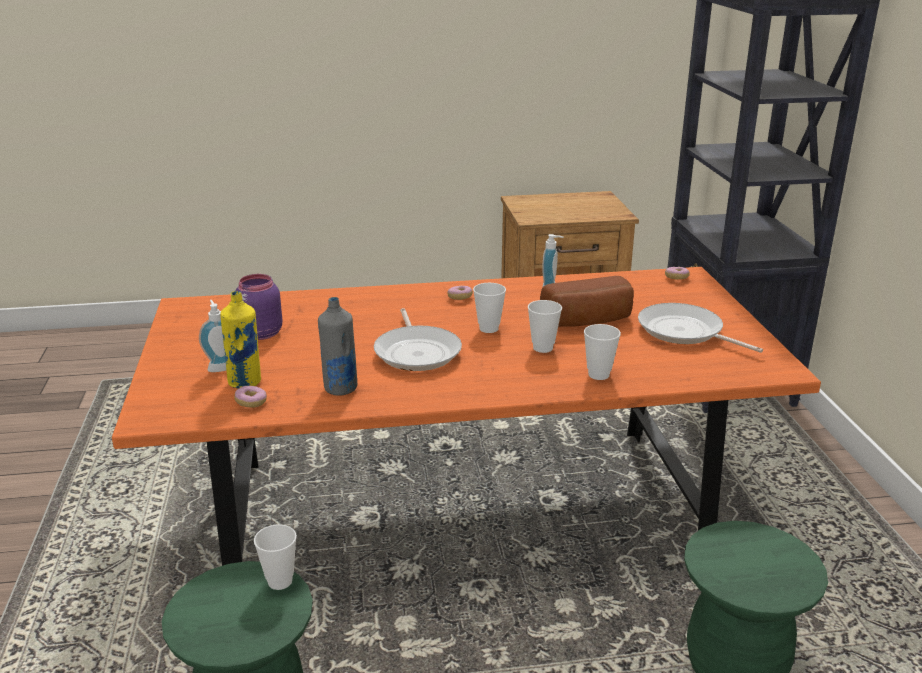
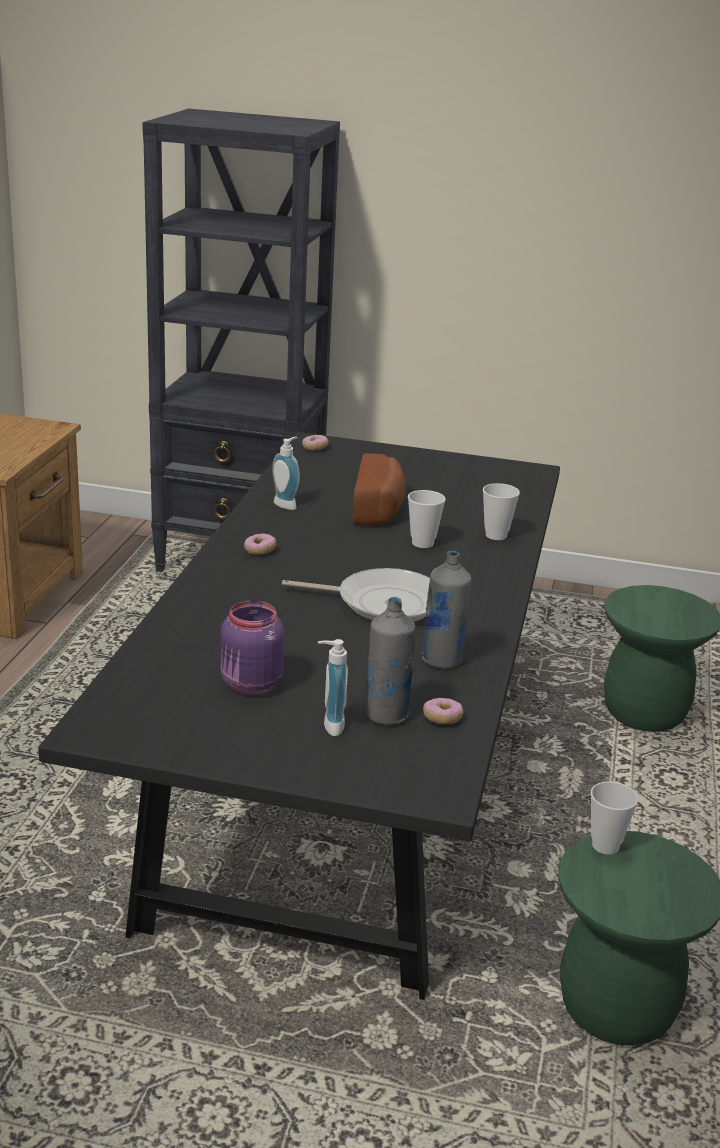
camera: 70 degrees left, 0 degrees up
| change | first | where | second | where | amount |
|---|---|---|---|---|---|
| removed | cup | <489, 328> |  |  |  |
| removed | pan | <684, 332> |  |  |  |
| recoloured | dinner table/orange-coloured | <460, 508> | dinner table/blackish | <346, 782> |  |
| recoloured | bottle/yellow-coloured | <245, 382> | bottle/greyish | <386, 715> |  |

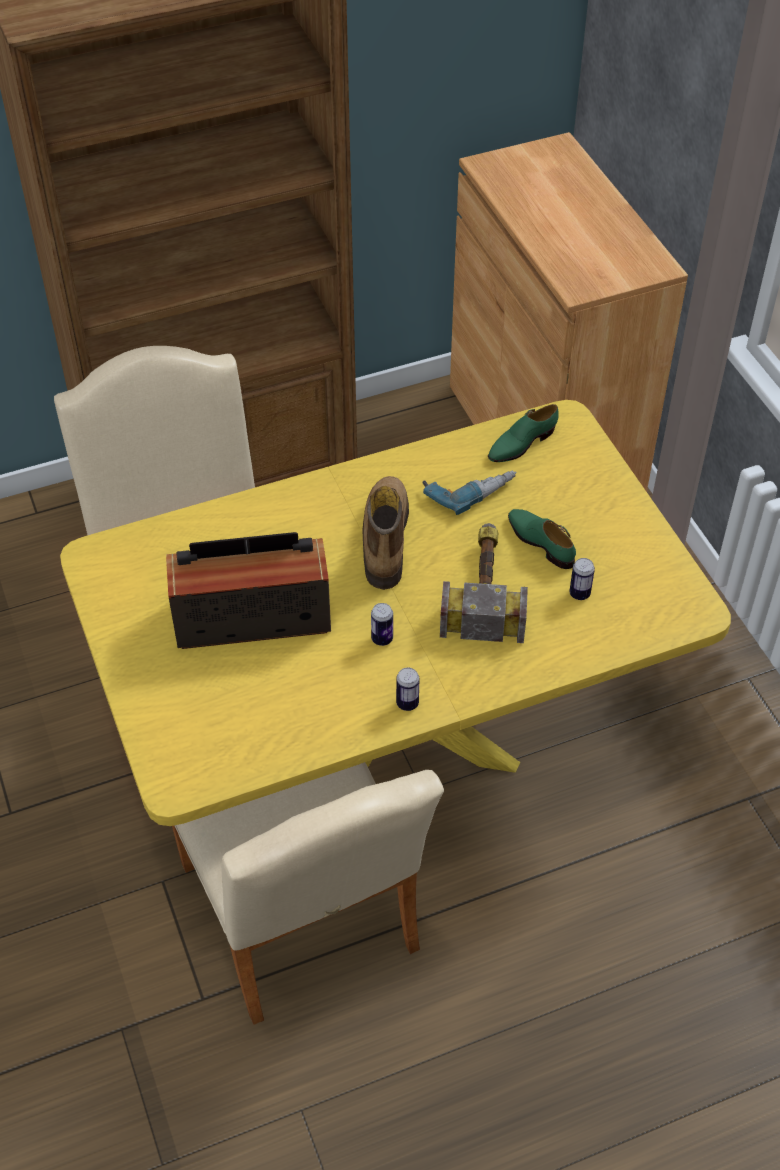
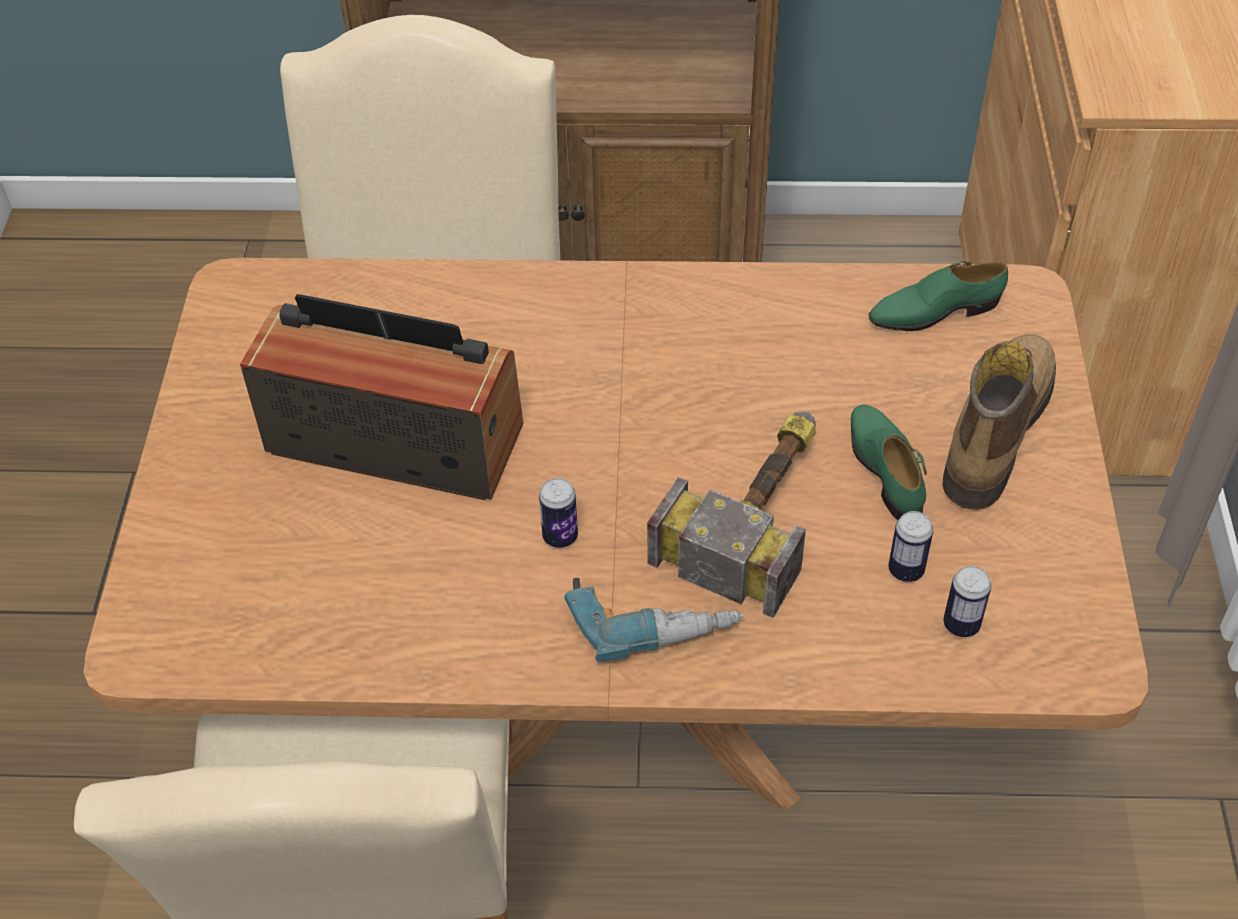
camera: 25 degrees right, 0 degrees up
| change | first | where | second | where | amount |
|---|---|---|---|---|---|
| moved | tall boot | <384, 539> |  | <994, 431> |  |
| moved | sealed can | <407, 703> |  | <961, 624> |  |
| moved | power drill | <468, 489> |  | <653, 617> |  |
| recoloured | dinner table/yellow-coloured | <390, 745> | dinner table/brownish | <625, 704> |  |

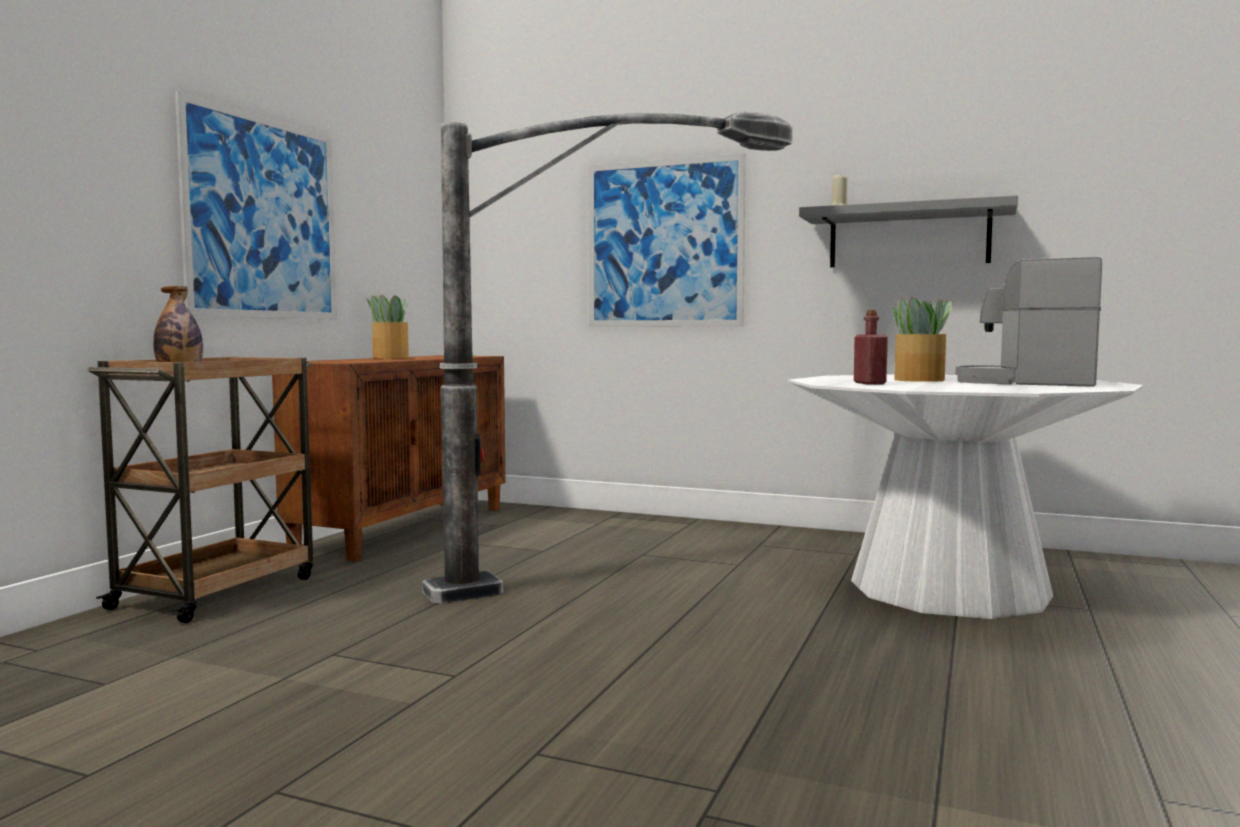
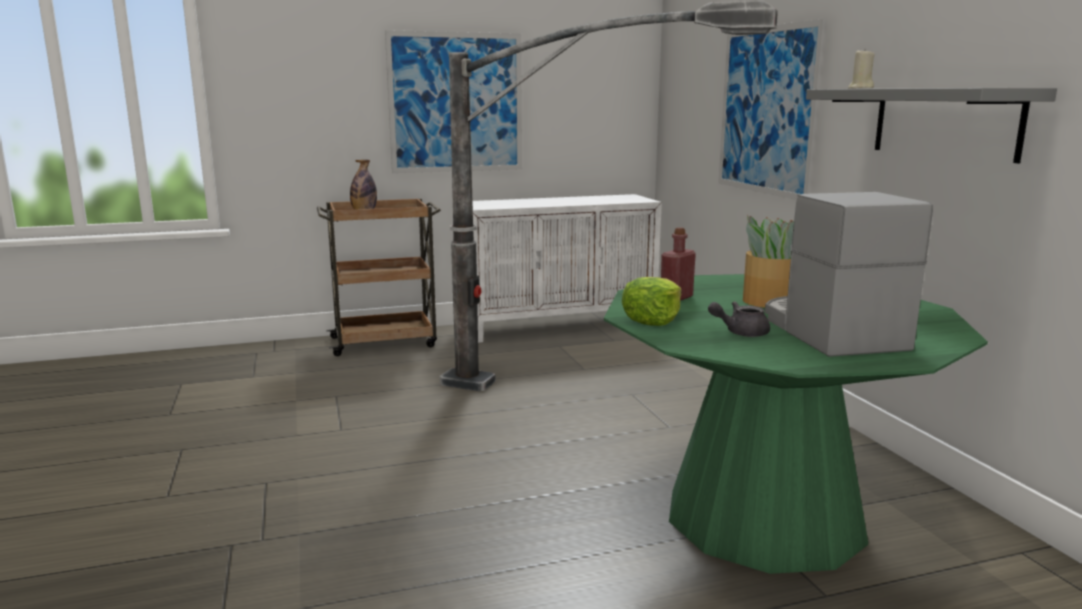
camera: 50 degrees right, 10 degrees up
| change | first | where | second | where | amount |
|---|---|---|---|---|---|
| removed | plant in a pot | <390, 358> |  |  |  |
| added |  |  | lettuce head | <652, 320> |  |
| added |  |  | tea pot/greyish | <740, 332> |  |
| recoloured | cabinet/brownish | <404, 528> | cabinet/whitish | <558, 326> |  |
| recoloured | dinner table/whitish | <948, 588> | dinner table/green-coloured | <763, 516> |  |

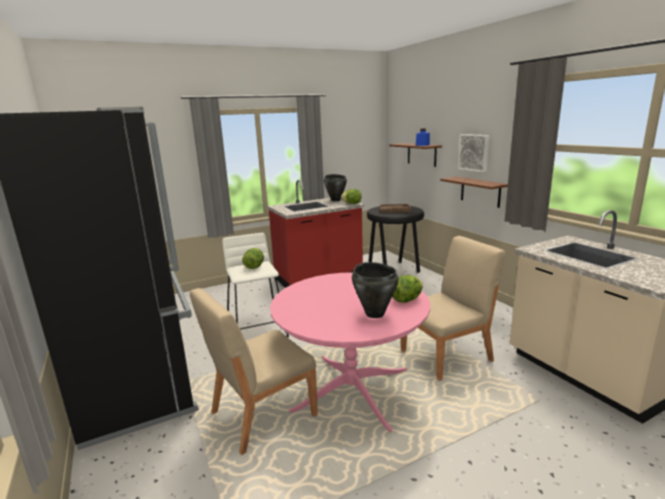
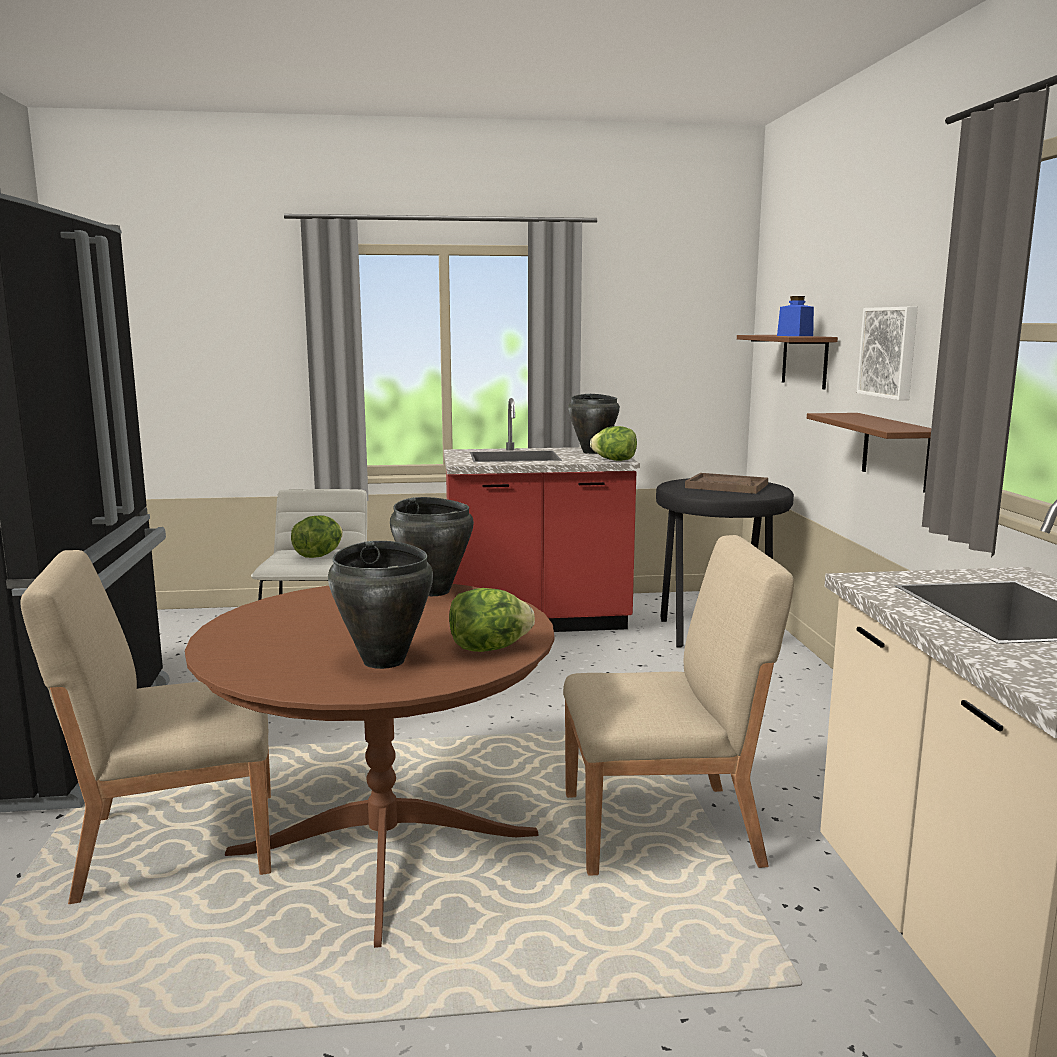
camera: 20 degrees right, 5 degrees down
| change | first | where | second | where | amount |
|---|---|---|---|---|---|
| added |  |  | cooking pot/blackish | <433, 591> |  |
| recoloured | dinner table/pink-coloured | <352, 390> | dinner table/brownish | <383, 847> |  |

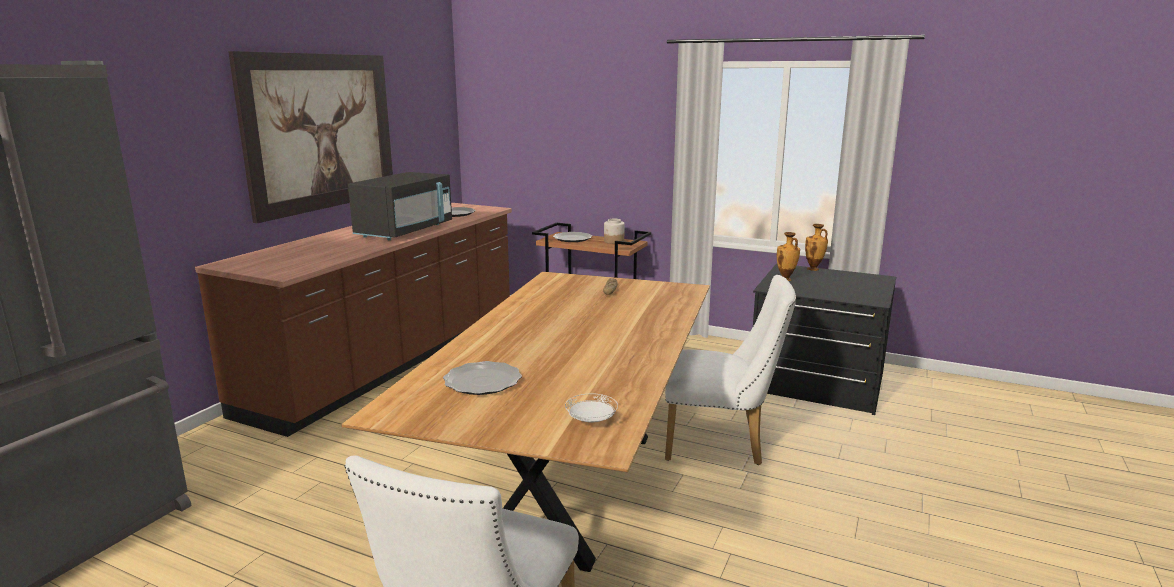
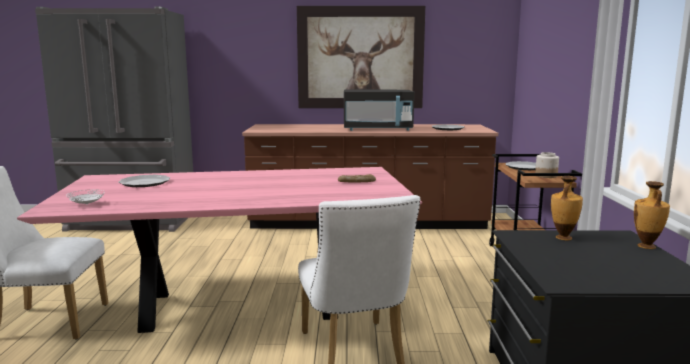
camera: 65 degrees right, 5 degrees down
| change | first | where | second | where | amount |
|---|---|---|---|---|---|
| recoloured | dinner table/brownish | <572, 486> | dinner table/pink-coloured | <240, 306> |  |

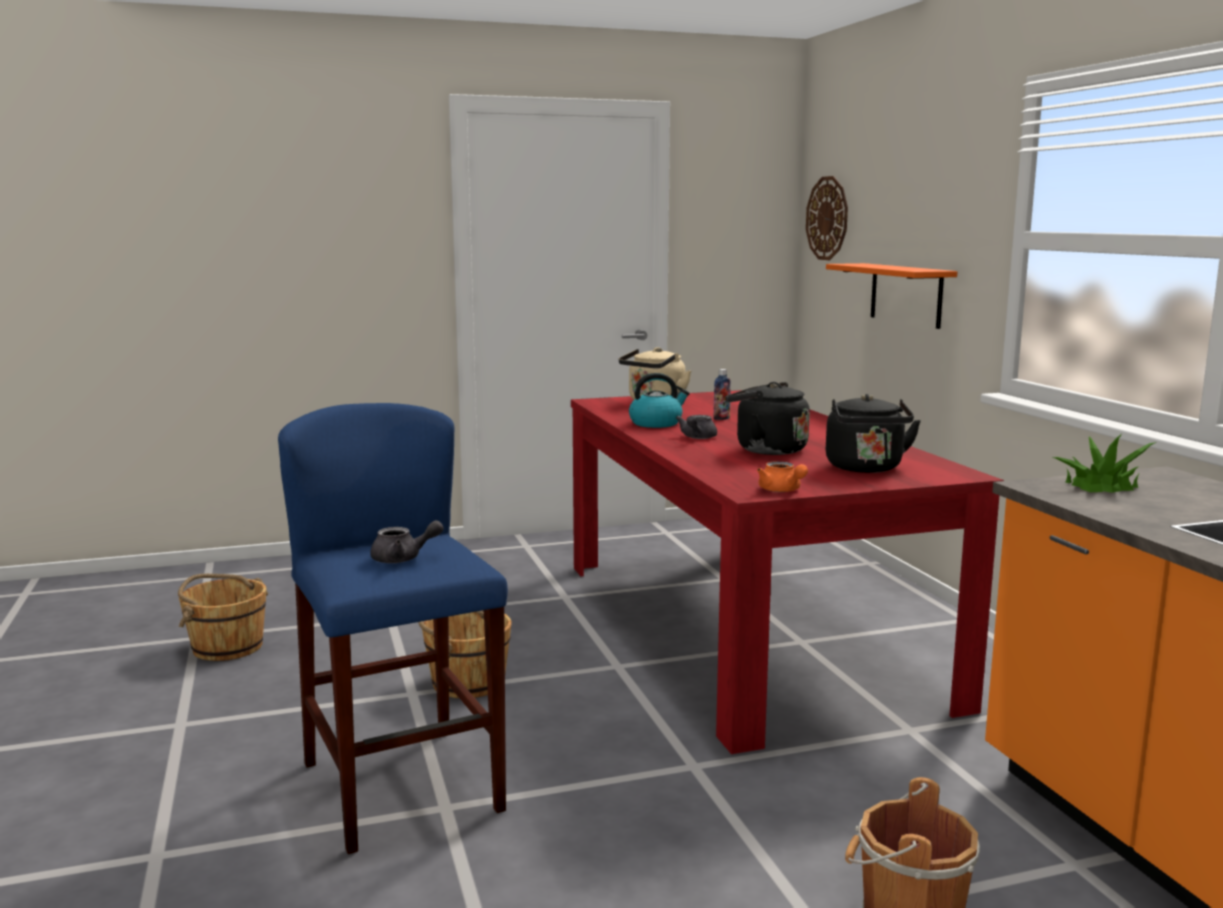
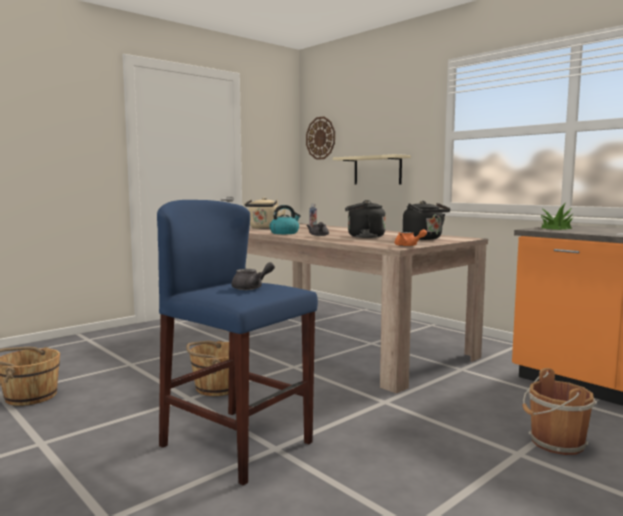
camera: 25 degrees left, 5 degrees down
| change | first | where | second | where | amount |
|---|---|---|---|---|---|
| recoloured | dinner table/red | <742, 628> | dinner table/beige-coloured | <337, 342> |  |
| recoloured | bracket shelf/orange-coloured | <906, 294> | bracket shelf/beige-coloured | <377, 170> |  |

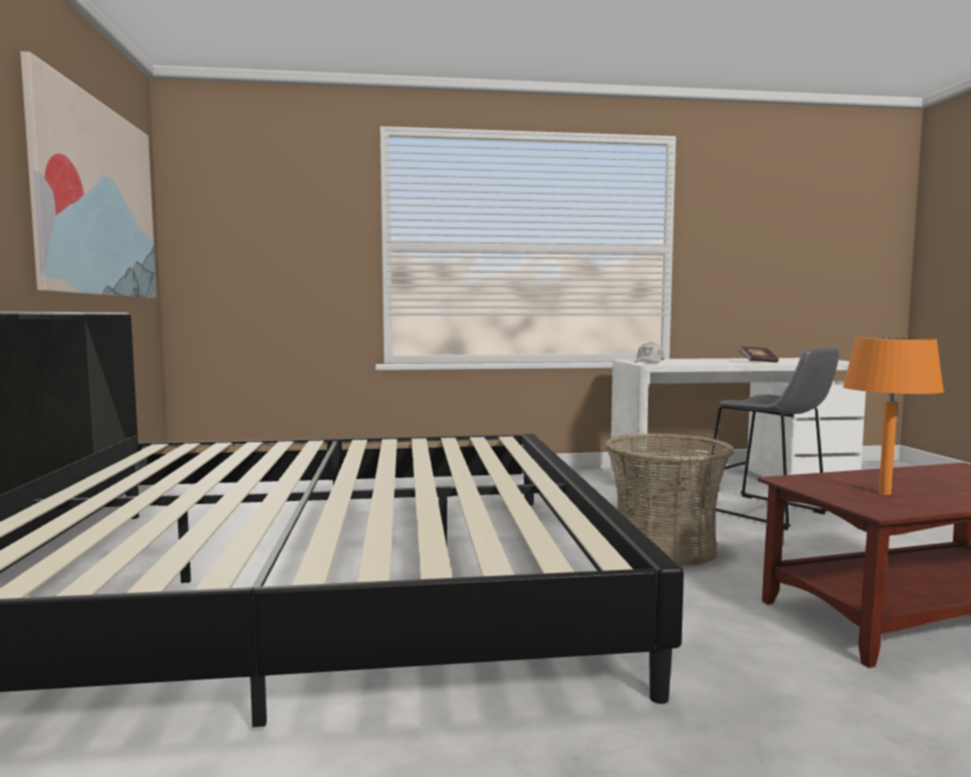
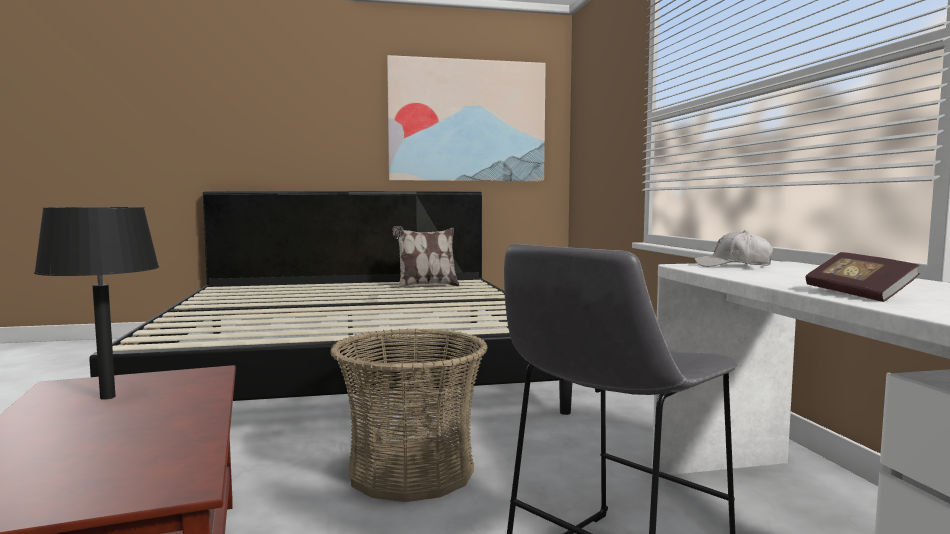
camera: 85 degrees right, 0 degrees up
| change | first | where | second | where | amount |
|---|---|---|---|---|---|
| added |  |  | cushion | <426, 286> |  |
| recoloured | lamp for a table/orange-coloured | <884, 493> | lamp for a table/blackish | <108, 397> |  |

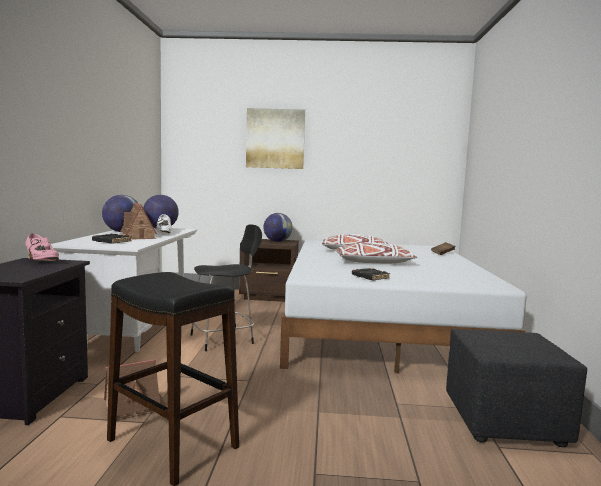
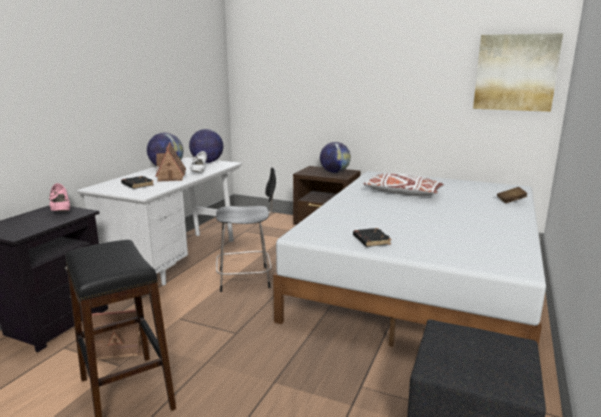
camera: 20 degrees right, 10 degrees up
| change | first | where | second | where | amount |
|---|---|---|---|---|---|
| removed | cushion/whitish | <373, 262> |  |  |  |
| moved | wall picture | <275, 139> |  | <515, 72> |  |

